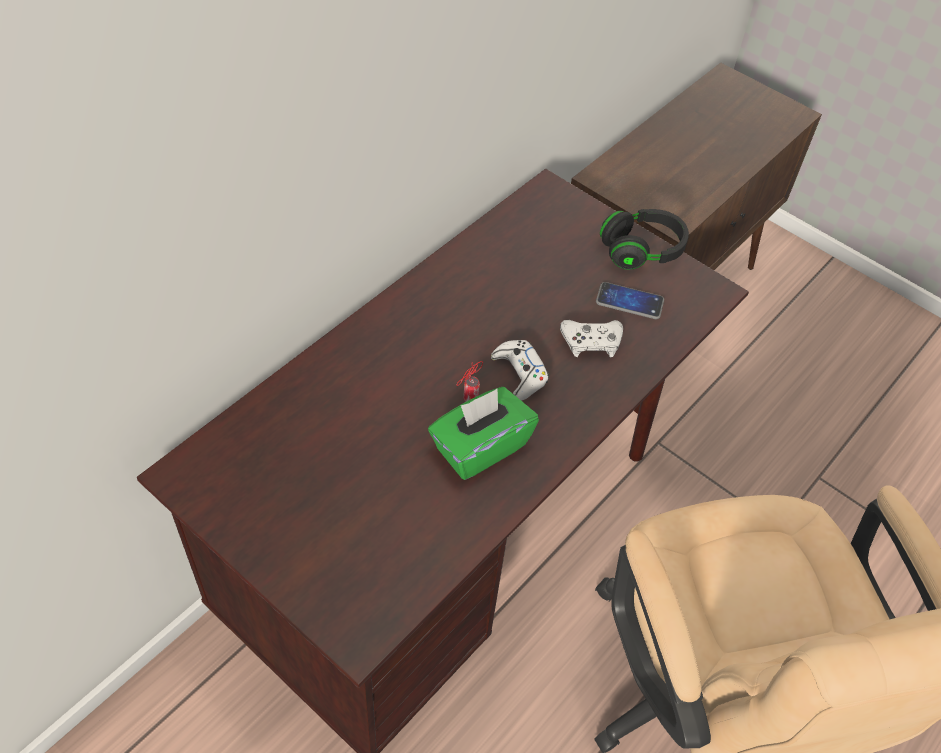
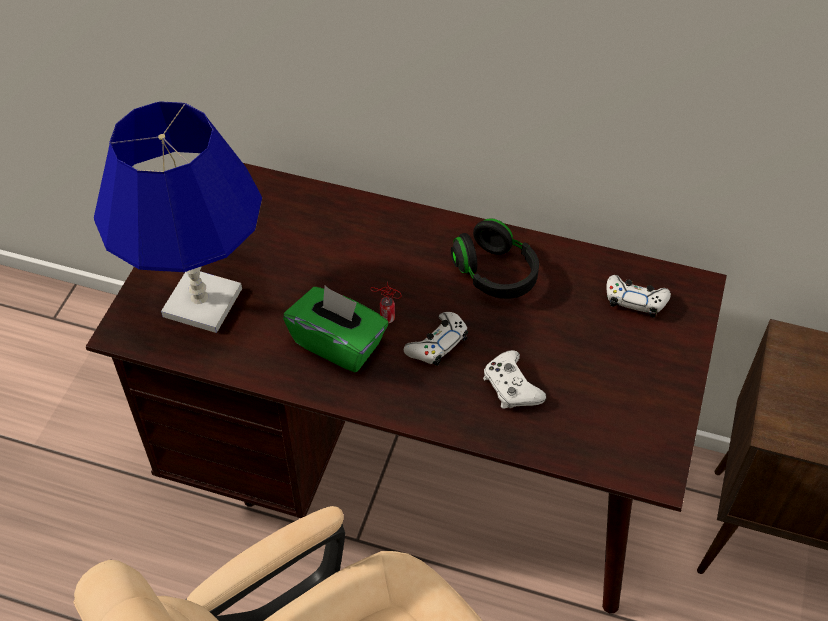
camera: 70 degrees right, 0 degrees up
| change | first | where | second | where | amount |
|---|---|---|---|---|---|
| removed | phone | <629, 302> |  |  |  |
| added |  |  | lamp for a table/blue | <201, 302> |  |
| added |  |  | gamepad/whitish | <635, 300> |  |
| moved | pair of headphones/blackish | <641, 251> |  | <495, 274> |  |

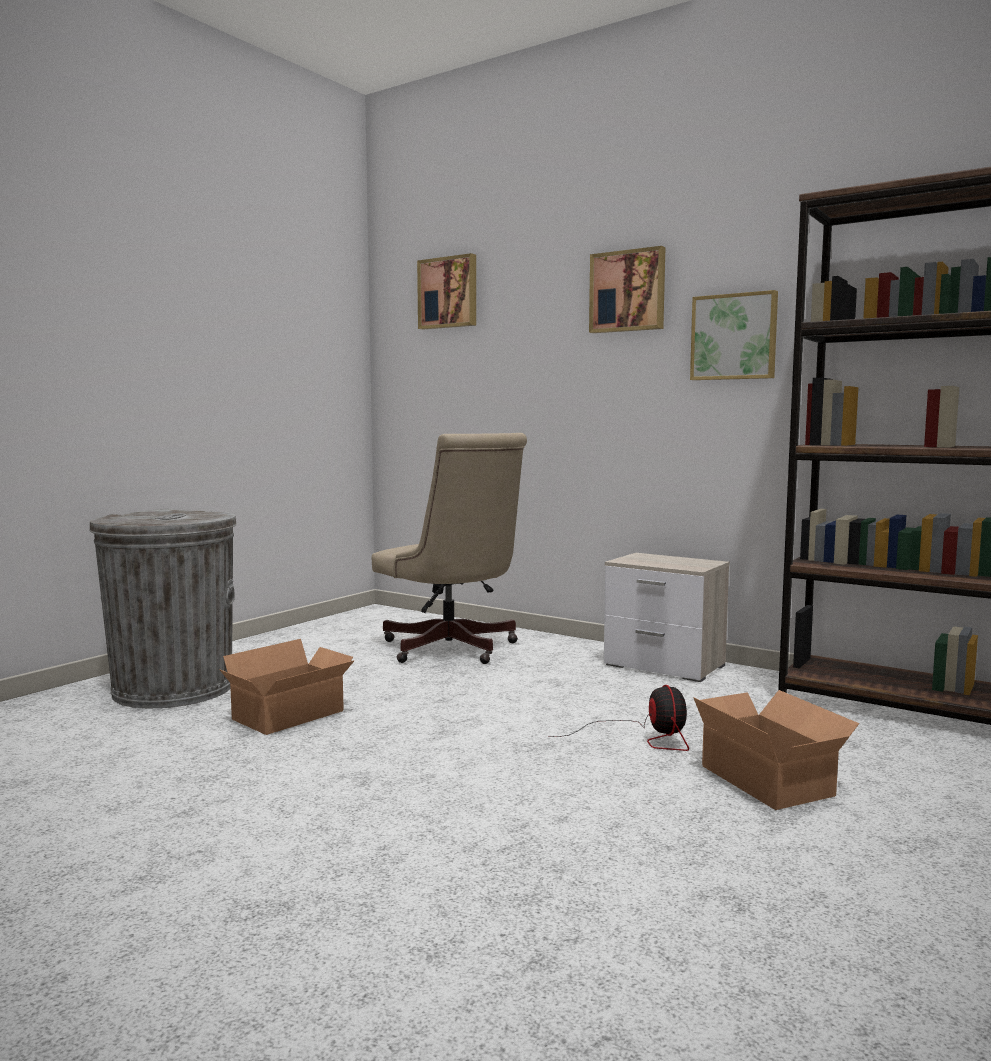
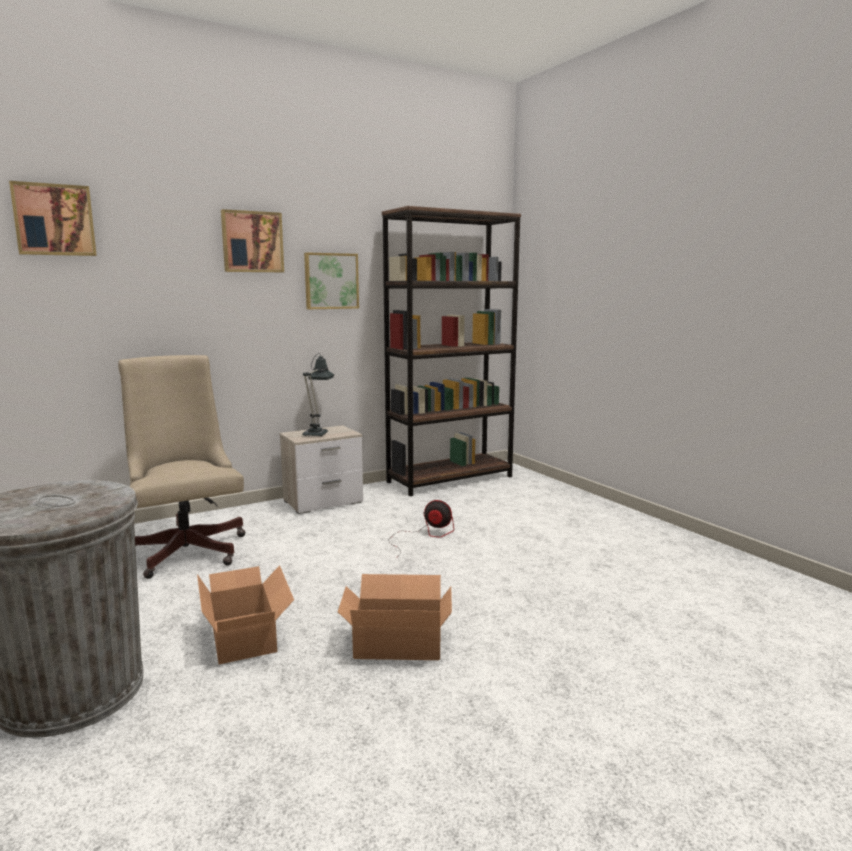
camera: 65 degrees left, 5 degrees up
| change | first | where | second | where | amount |
|---|---|---|---|---|---|
| added |  |  | lamp for a table | <317, 433> |  |
| moved | packing box | <768, 778> |  | <396, 641> |  |
| turned | computer chair/beige-coloured | <453, 650> |  | <187, 548> | 105 degrees counterclockwise |

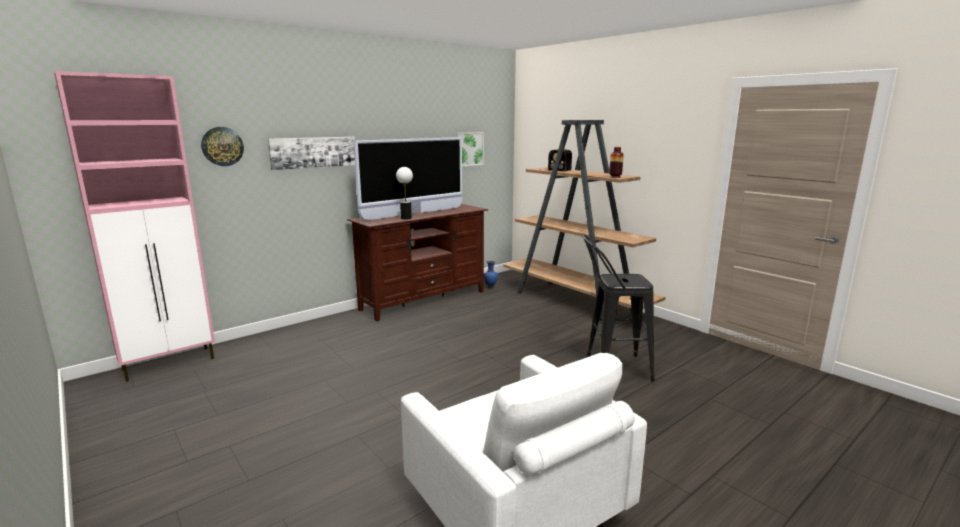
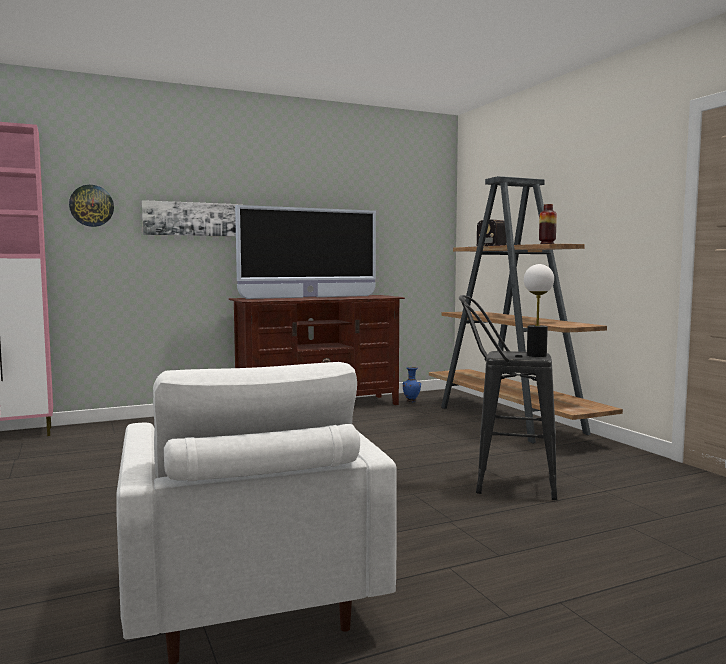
camera: 15 degrees right, 10 degrees down
| change | first | where | second | where | amount |
|---|---|---|---|---|---|
| removed | wall picture | <468, 149> |  |  |  |
| moved | lamp for a table | <406, 218> |  | <536, 355> |  |

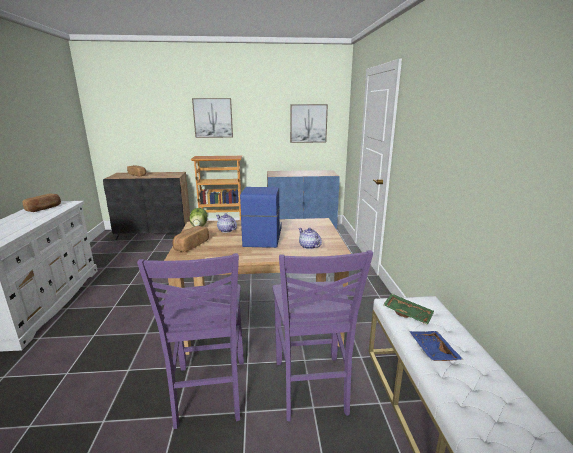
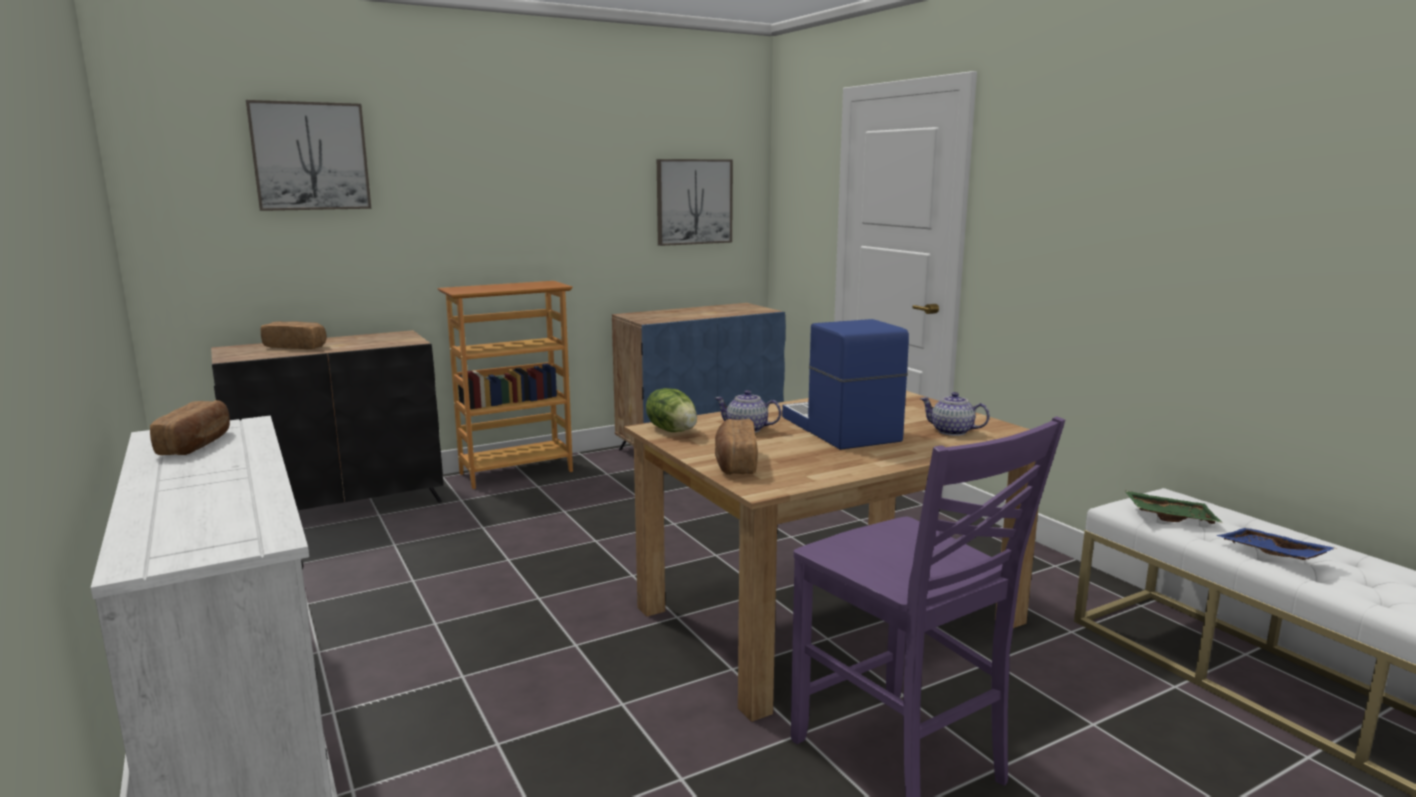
camera: 25 degrees left, 5 degrees down
| change | first | where | second | where | amount |
|---|---|---|---|---|---|
| removed | chair/purple-coloured | <311, 388> |  |  |  |
| moved | wall picture | <213, 118> |  | <310, 156> |  |

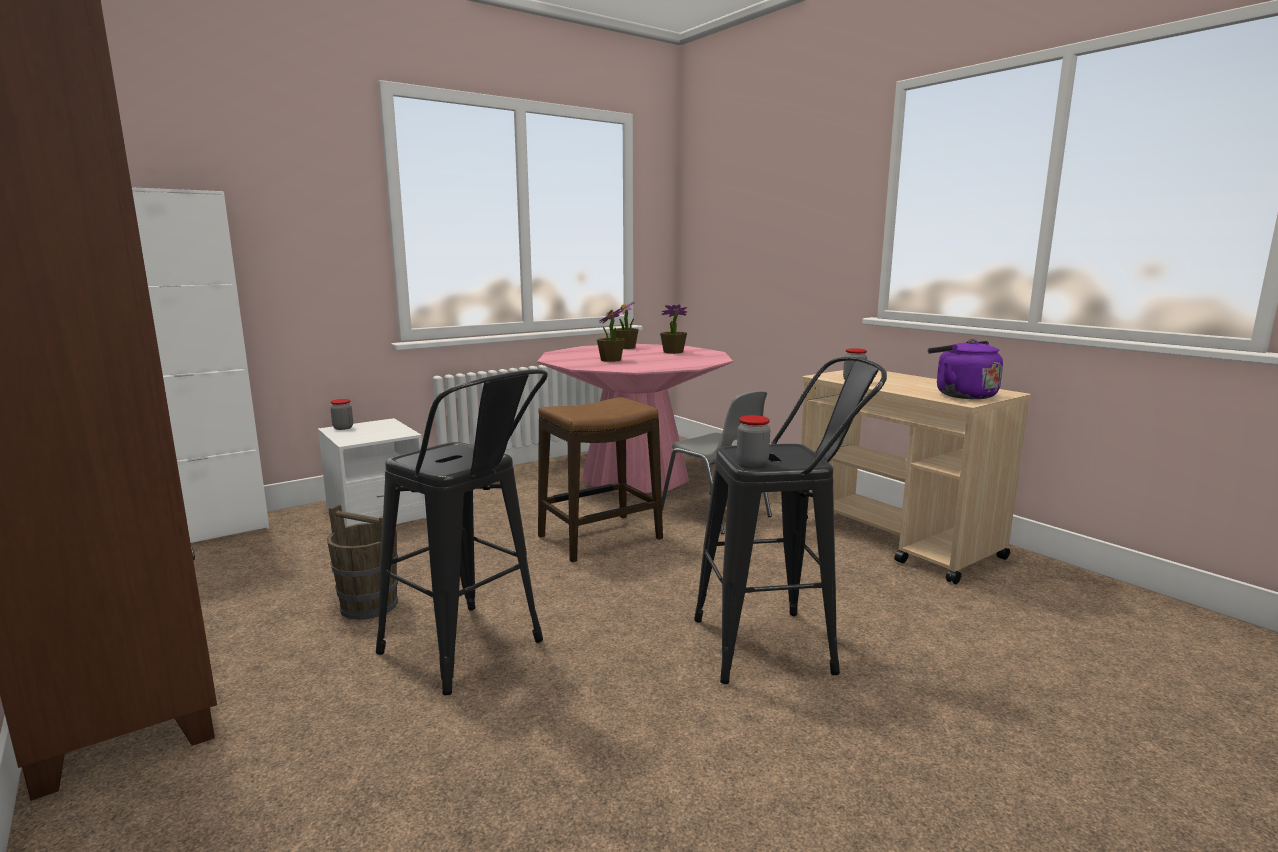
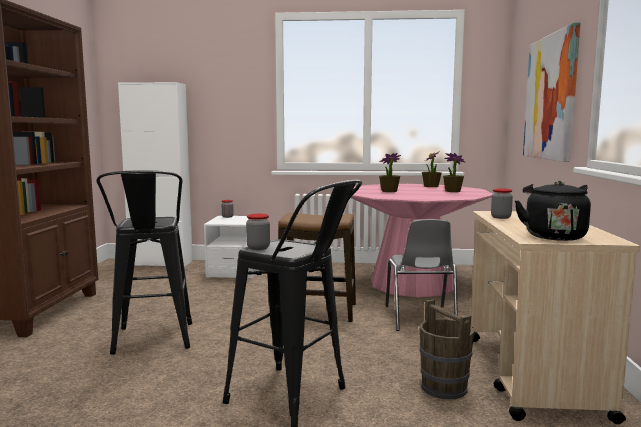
camera: 40 degrees right, 5 degrees down
| change | first | where | second | where | amount |
|---|---|---|---|---|---|
| added |  |  | wall picture | <550, 97> |  |
| moved | pail/brownish | <368, 605> |  | <443, 387> |  |
| recoloured | kettle/purple-coloured | <961, 395> | kettle/blackish | <553, 236> |  |

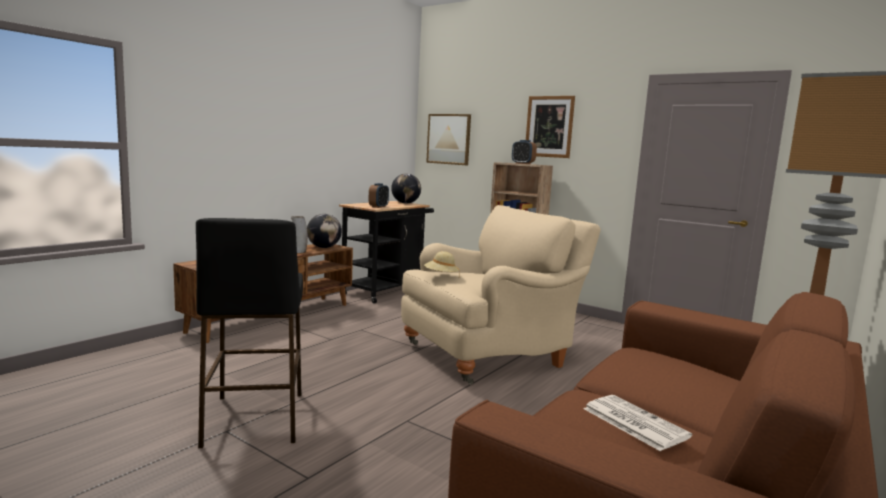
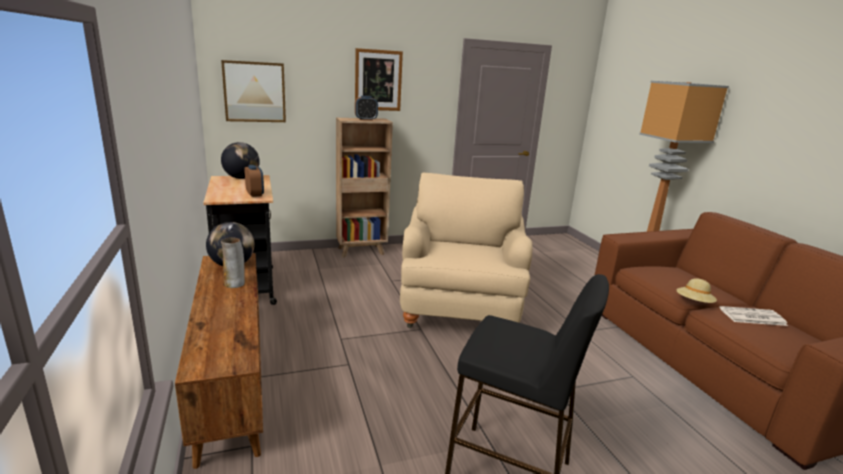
camera: 55 degrees left, 10 degrees up
| change | first | where | second | where | amount |
|---|---|---|---|---|---|
| moved | clothing hat/beige-coloured | <441, 276> |  | <694, 303> |  |

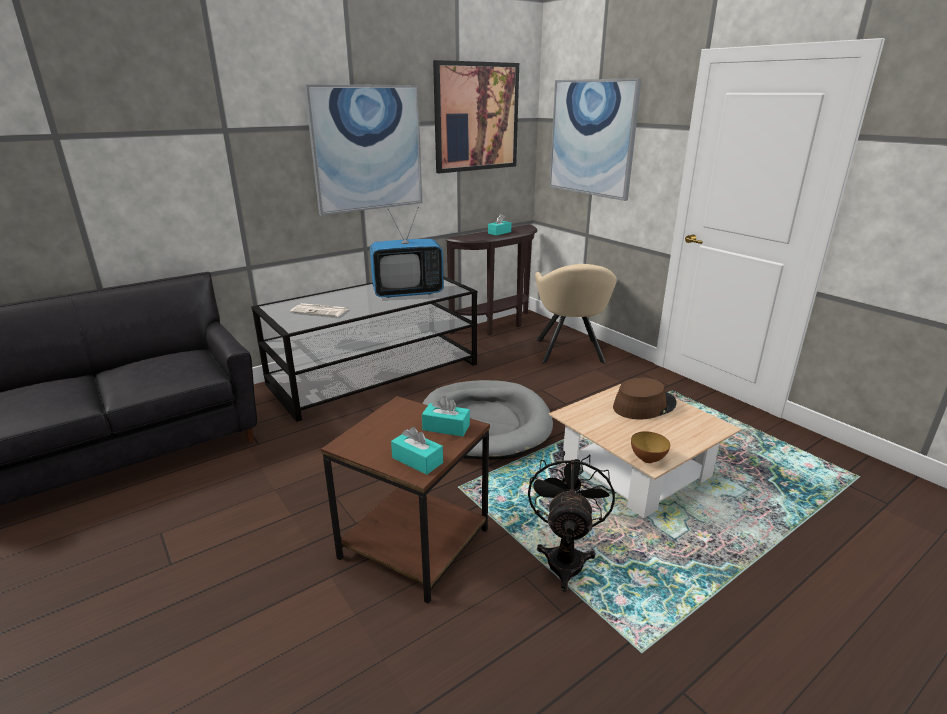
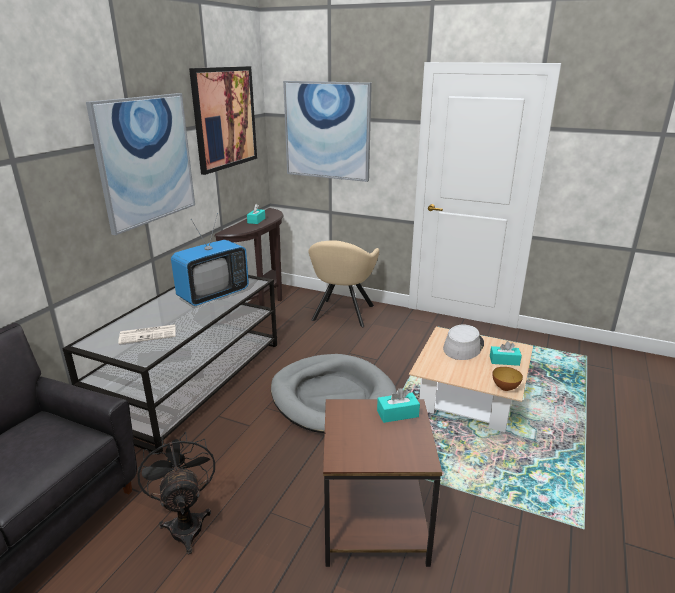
camera: 30 degrees left, 0 degrees up
| change | first | where | second | where | amount |
|---|---|---|---|---|---|
| moved | tissue holder/turquoise-coloured | <417, 460> |  | <504, 361> |  |
| moved | cooling fan/blackish | <565, 557> |  | <185, 523> |  |
| recoloured | clothing hat/brownish | <644, 405> | clothing hat/greyish | <463, 346> |  |
| turned | easy chair/beige-coloured | <570, 353> |  | <342, 314> | 45 degrees clockwise |

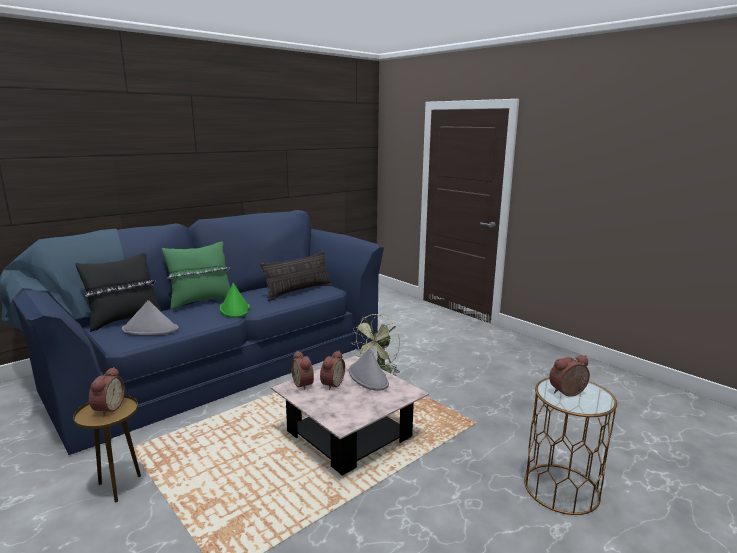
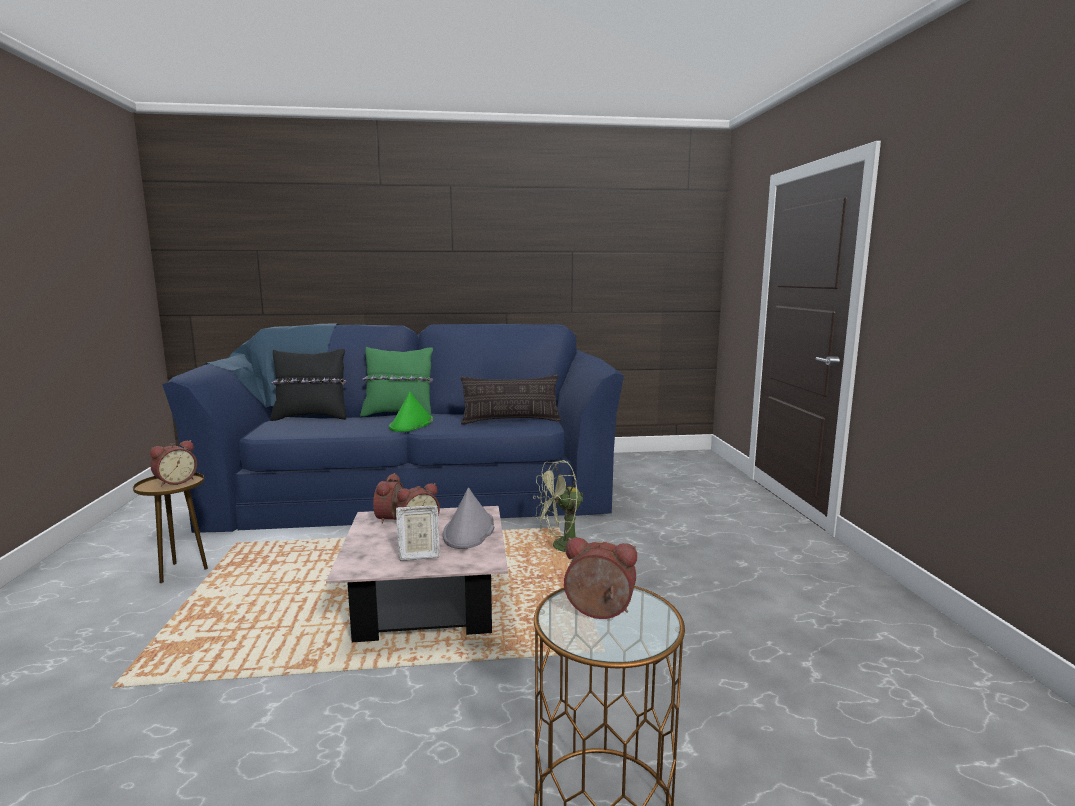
camera: 35 degrees right, 5 degrees down
| change | first | where | second | where | amount |
|---|---|---|---|---|---|
| removed | clothing hat/greyish | <151, 329> |  |  |  |
| added |  |  | picture frame | <418, 555> |  |

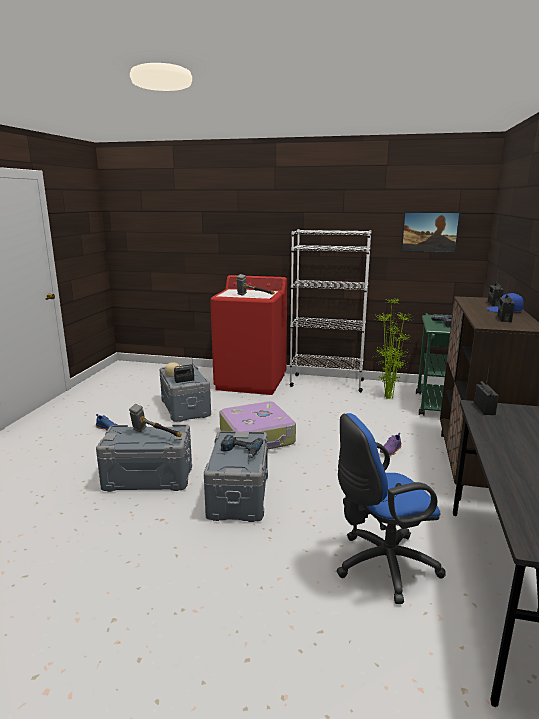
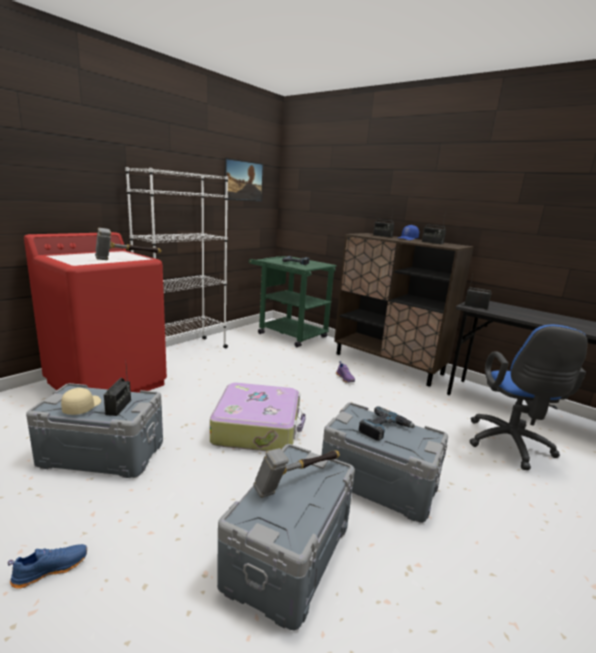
camera: 65 degrees left, 0 degrees up
| change | first | where | second | where | amount |
|---|---|---|---|---|---|
| removed | plant in a pot | <387, 397> |  |  |  |

